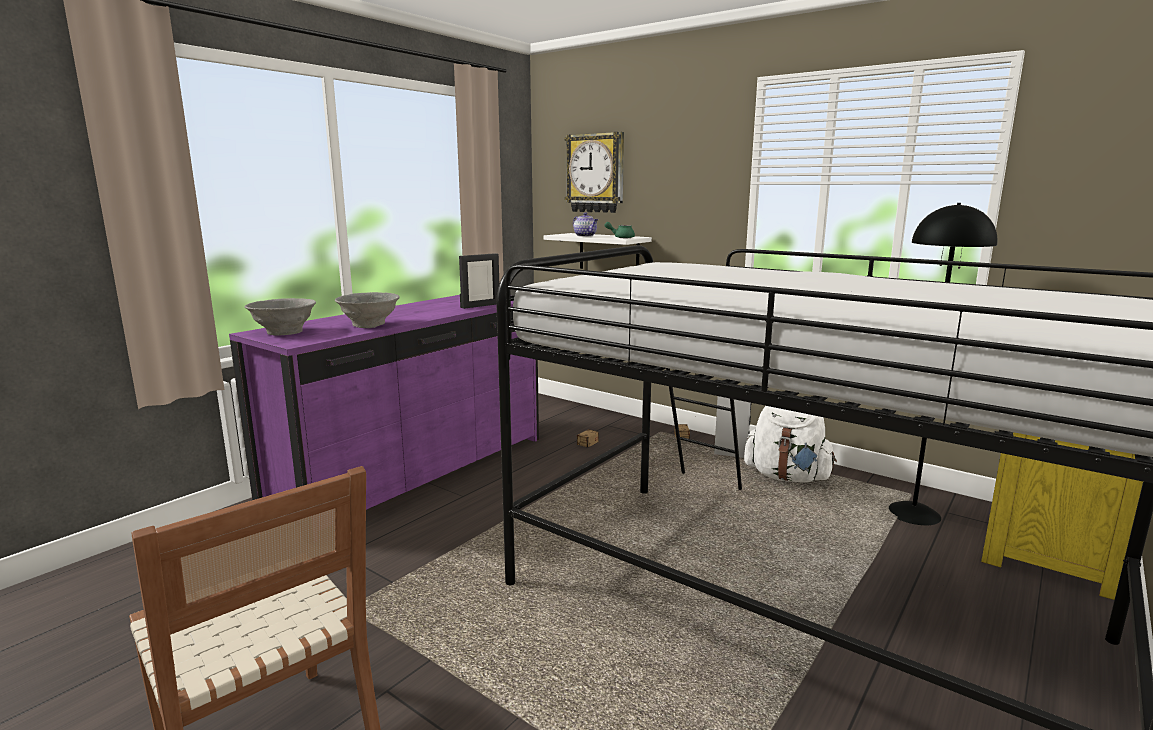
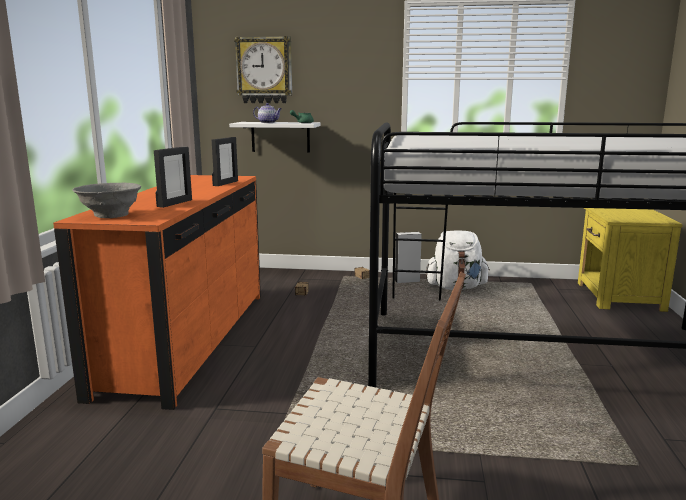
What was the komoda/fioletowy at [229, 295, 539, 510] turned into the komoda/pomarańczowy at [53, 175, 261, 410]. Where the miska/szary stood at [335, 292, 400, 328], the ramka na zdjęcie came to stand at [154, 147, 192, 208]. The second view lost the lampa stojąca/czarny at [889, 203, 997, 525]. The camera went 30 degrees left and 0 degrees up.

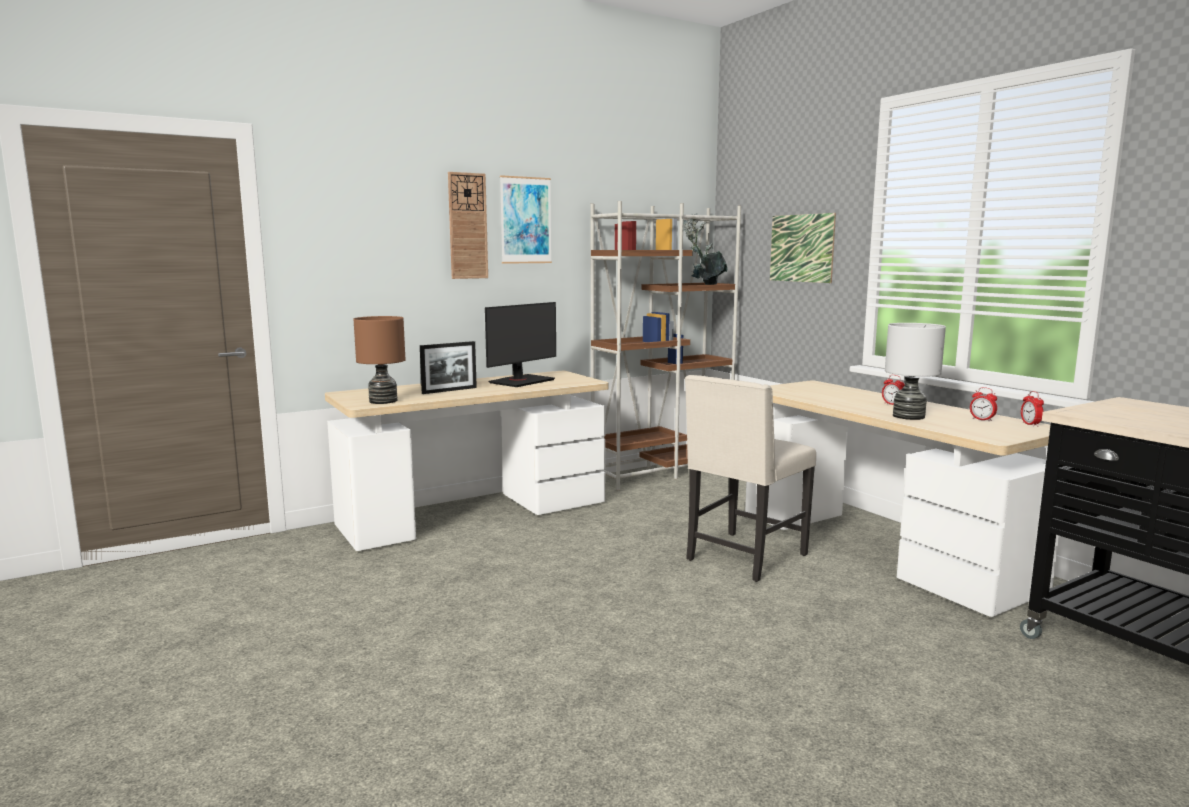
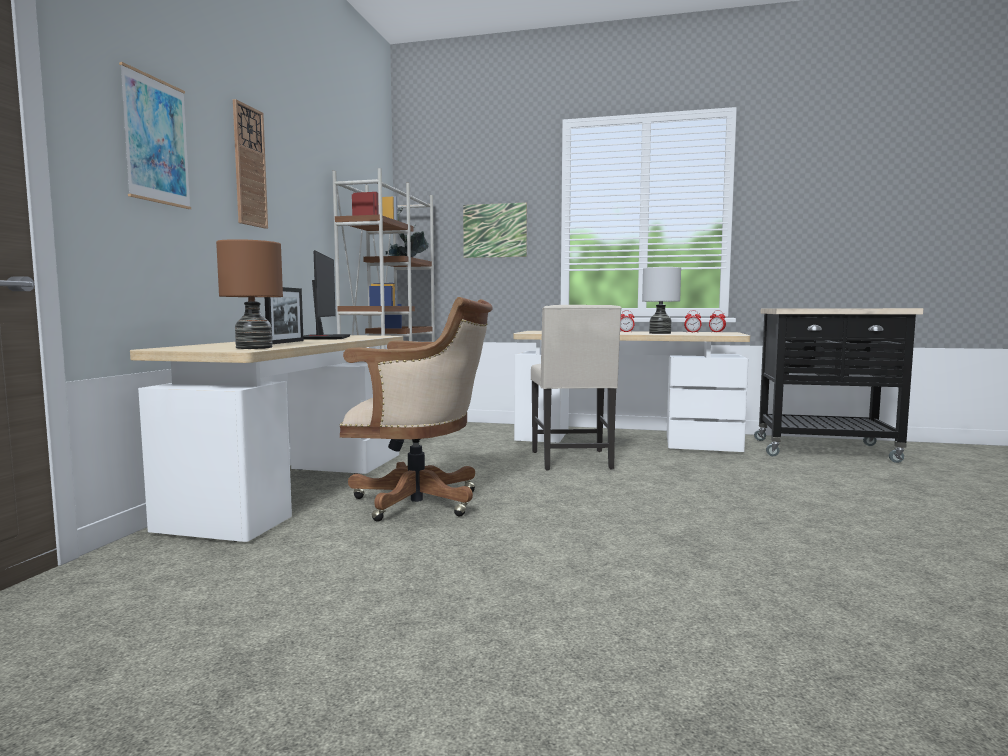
The obraz ended up elsewhere, having gone from [500, 175, 552, 264] to [119, 62, 191, 209]. The second view gained the krzesło biurowe at [340, 297, 493, 522]. The camera went 45 degrees left and 5 degrees down.

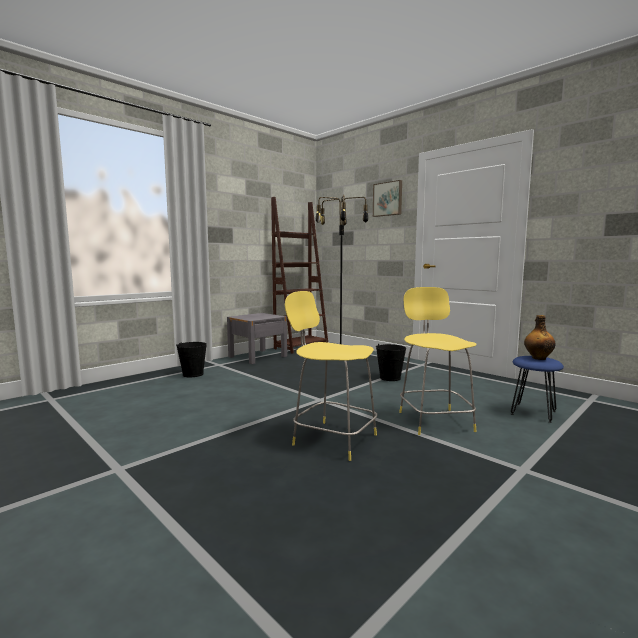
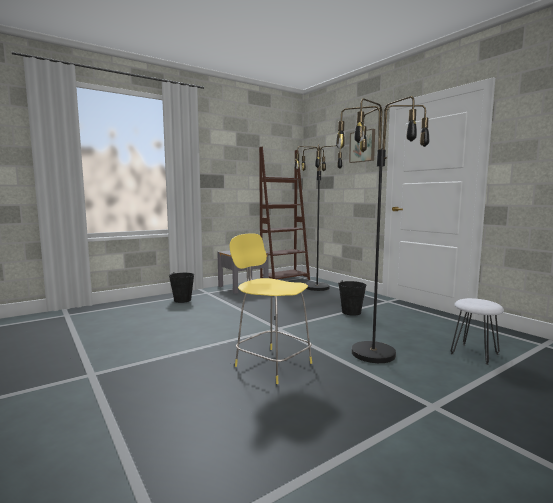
Where the stołek/żółty stood at [399, 287, 476, 435], the lampa stojąca came to stand at [336, 96, 429, 363]. What was the stołek/niebieski at [511, 356, 564, 423] turned into the stołek/biały at [450, 298, 504, 365]. The second view lost the butelka at [524, 315, 555, 360]. The camera went 10 degrees right and 0 degrees up.

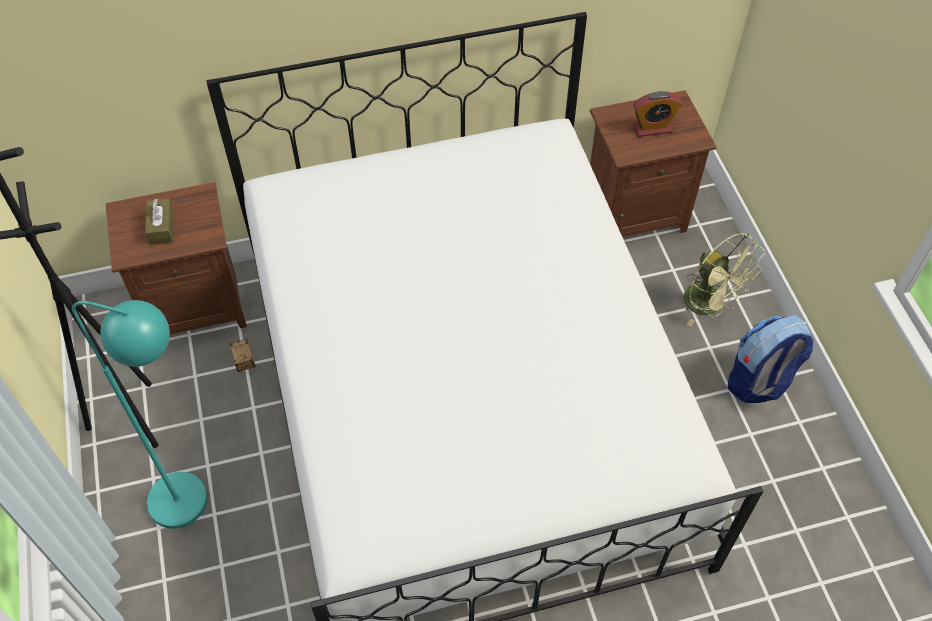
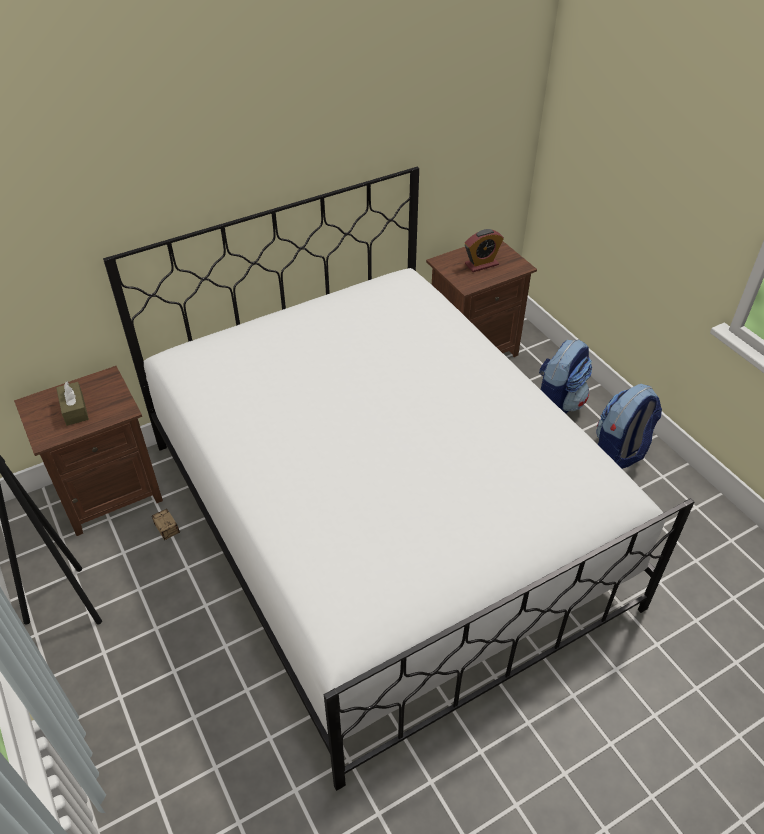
Where the wentylator/zielony stood at [683, 233, 766, 327], the plecak came to stand at [539, 339, 592, 414]. The second view lost the lampa stojąca/turkusowy at [72, 300, 208, 529]. The camera went 15 degrees left and 10 degrees down.

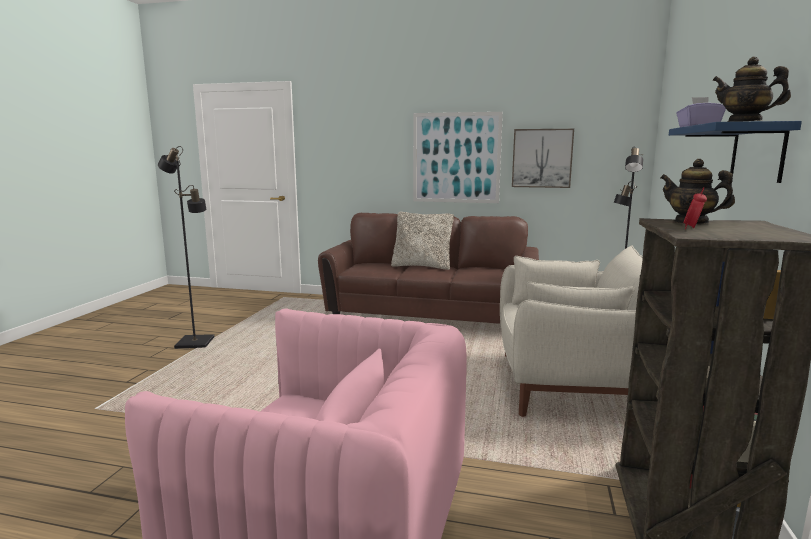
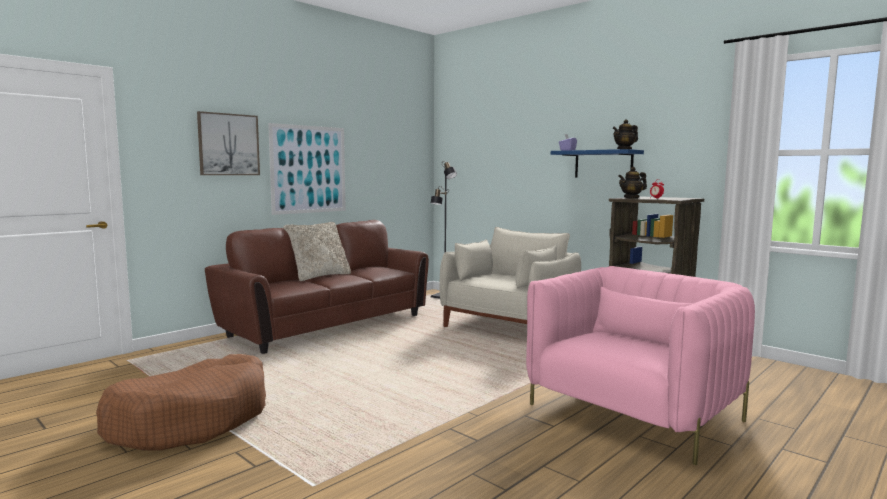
Where the lampa stojąca/czarny stood at [158, 146, 214, 349], the legowisko/brązowy came to stand at [96, 354, 266, 451]. The obraz ended up elsewhere, having gone from [512, 129, 574, 188] to [197, 111, 260, 175]. The camera went 60 degrees left and 5 degrees down.

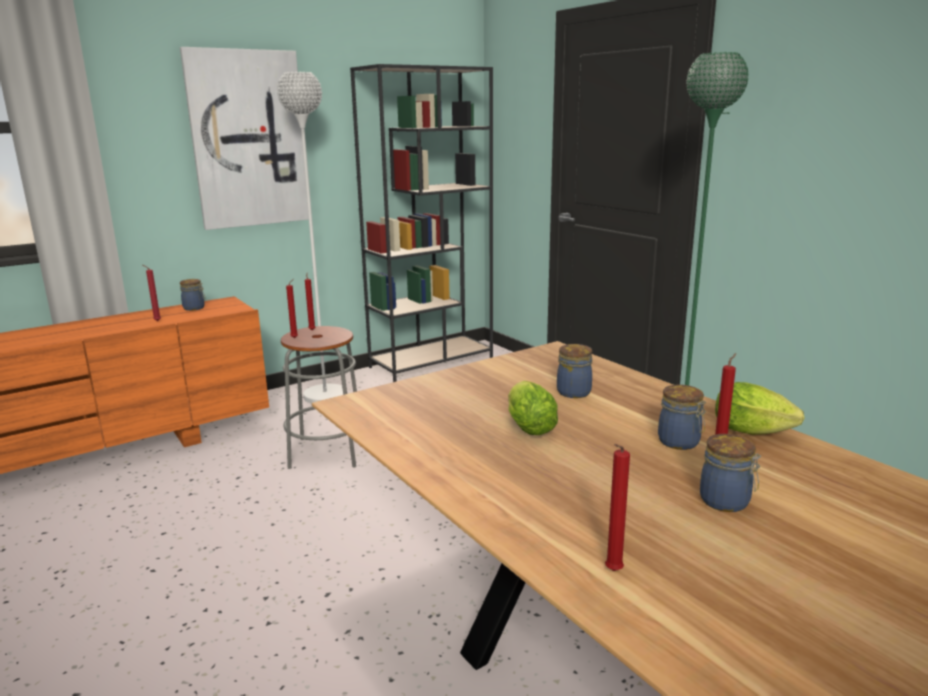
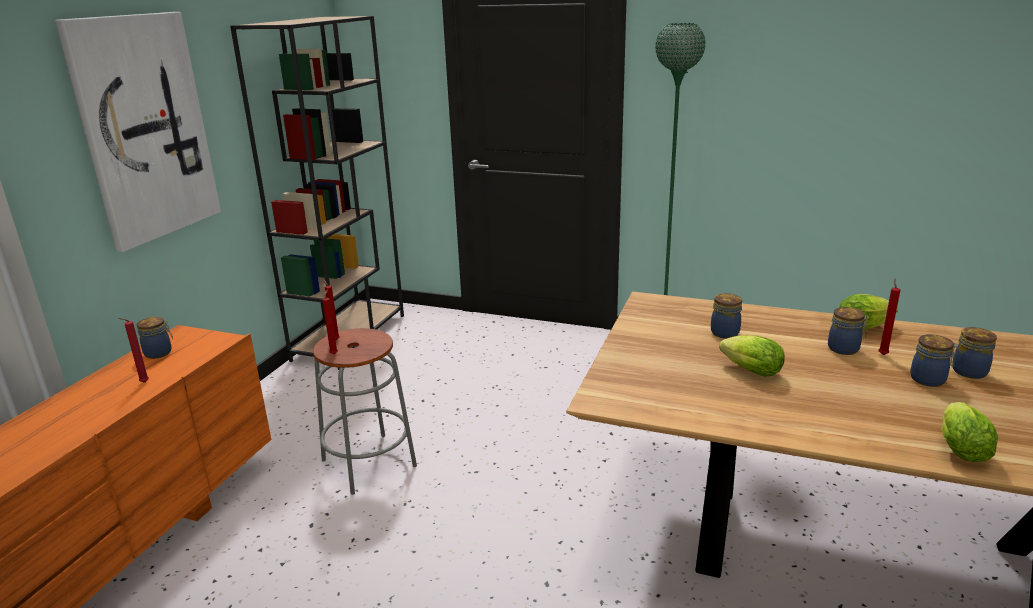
Where the świeca/czerwony stood at [605, 444, 630, 571], the sałata came to stand at [942, 402, 998, 462]. The second view gained the słoik at [952, 327, 997, 379]. The second view lost the lampa stojąca/biały at [277, 72, 343, 404]. The camera went 35 degrees left and 5 degrees up.

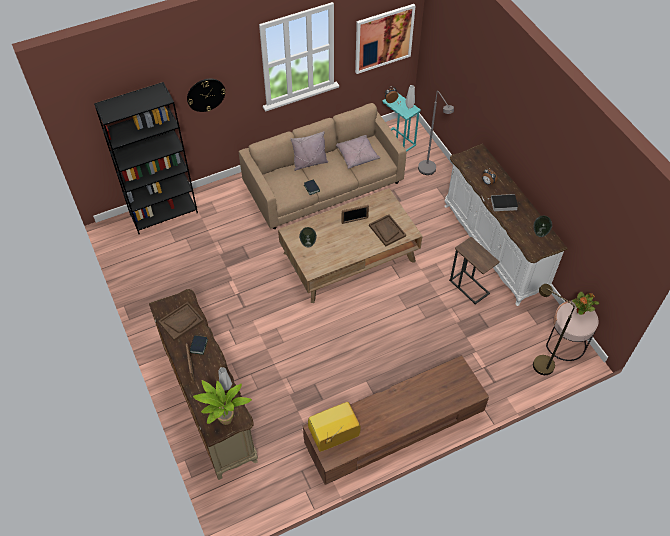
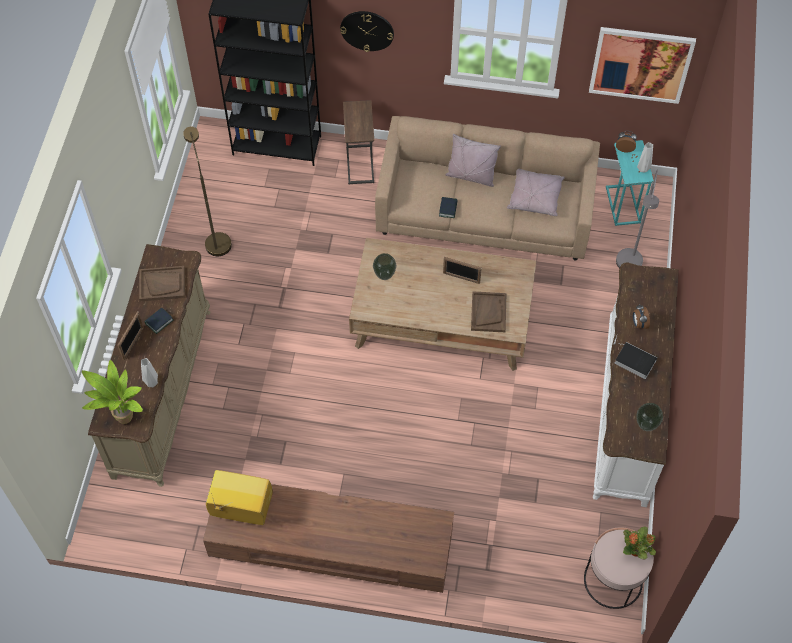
The lampa stojąca/brązowy ended up elsewhere, having gone from [533, 284, 575, 375] to [183, 127, 232, 256]. The stolik/brązowy ended up elsewhere, having gone from [449, 237, 499, 305] to [343, 100, 374, 184]. The camera went 35 degrees right and 5 degrees up.

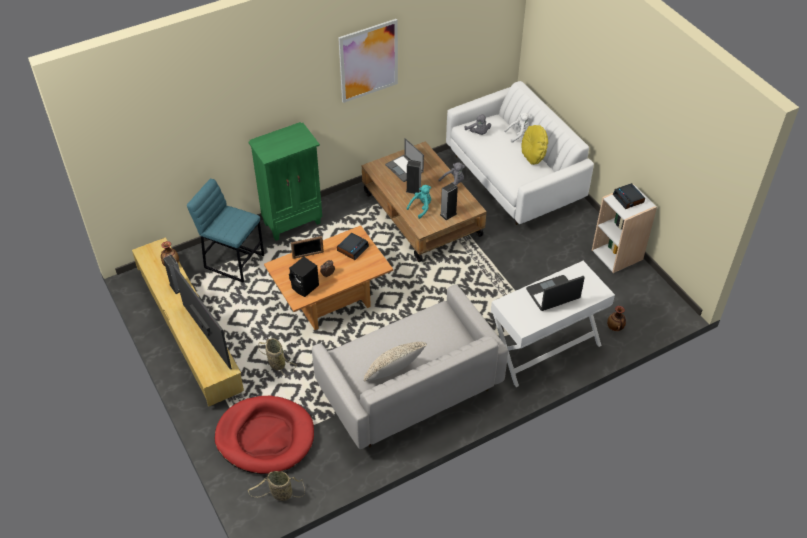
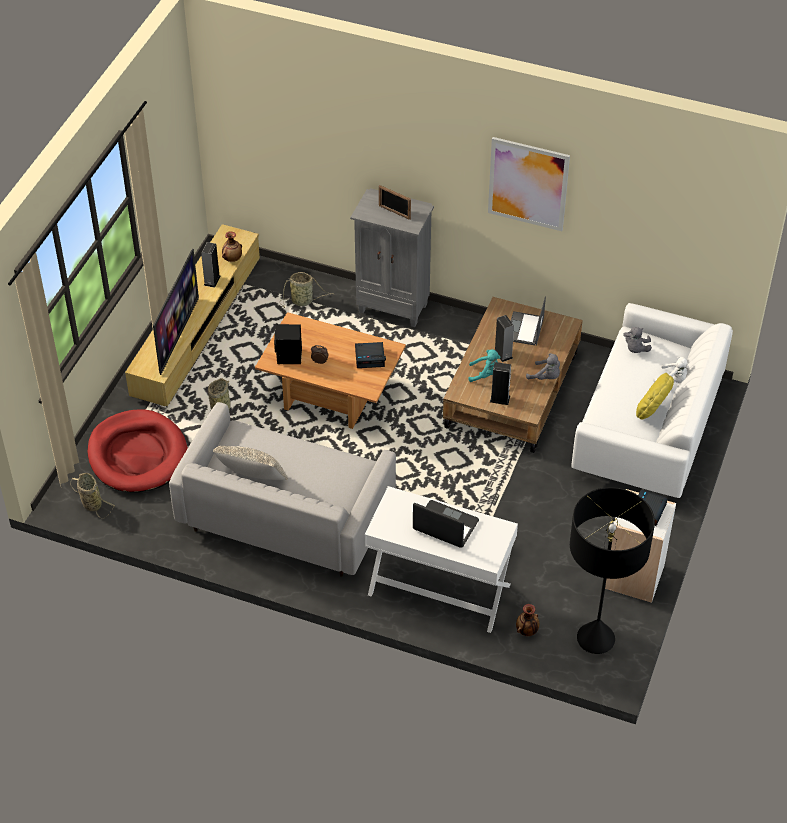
Where the stołek/niebieski stood at [187, 179, 264, 282], the koszyk came to stand at [280, 272, 332, 308]. What was the szafka/zielony at [248, 122, 322, 241] turned into the szafka/szary at [350, 188, 434, 327]. The ramka na zdjęcie ended up elsewhere, having gone from [291, 236, 324, 259] to [379, 185, 411, 220]. The second view gained the lampa stojąca/czarny at [570, 487, 655, 654]. The camera went 50 degrees right and 0 degrees up.

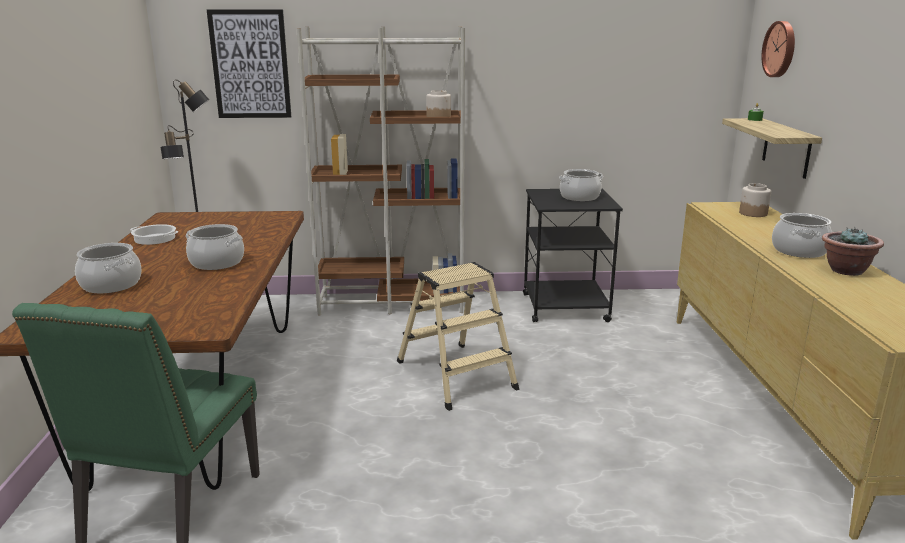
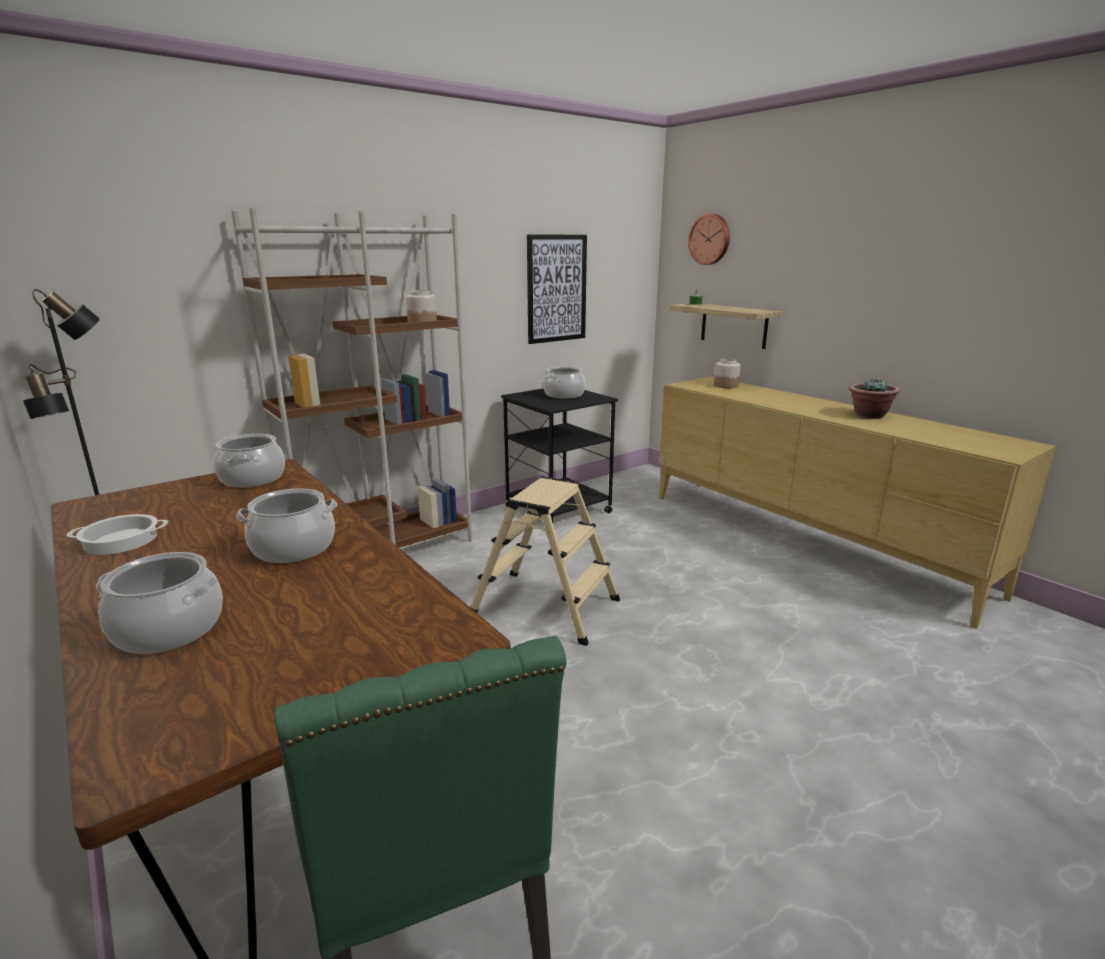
The garnek ended up elsewhere, having gone from [772, 213, 832, 258] to [213, 434, 285, 488]. The obraz ended up elsewhere, having gone from [207, 10, 291, 118] to [527, 234, 587, 344]. The camera went 35 degrees left and 0 degrees up.

